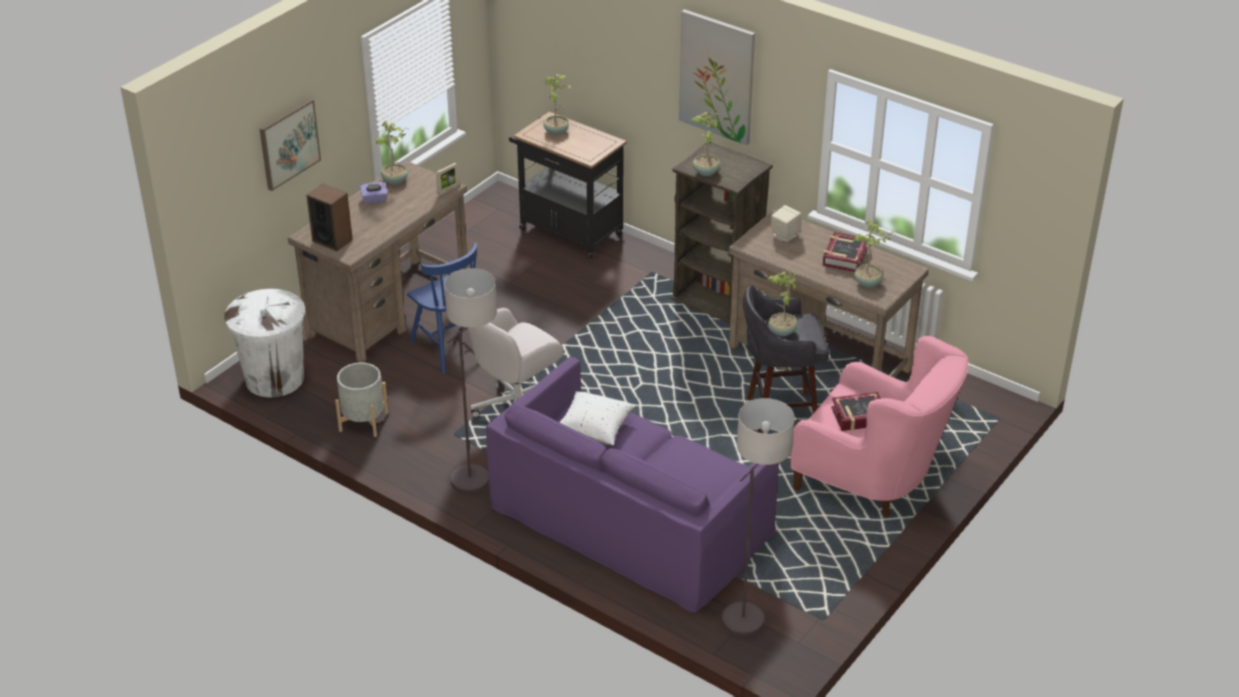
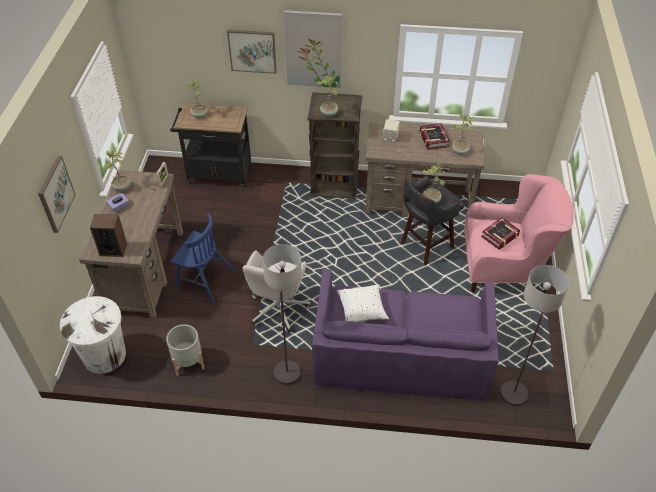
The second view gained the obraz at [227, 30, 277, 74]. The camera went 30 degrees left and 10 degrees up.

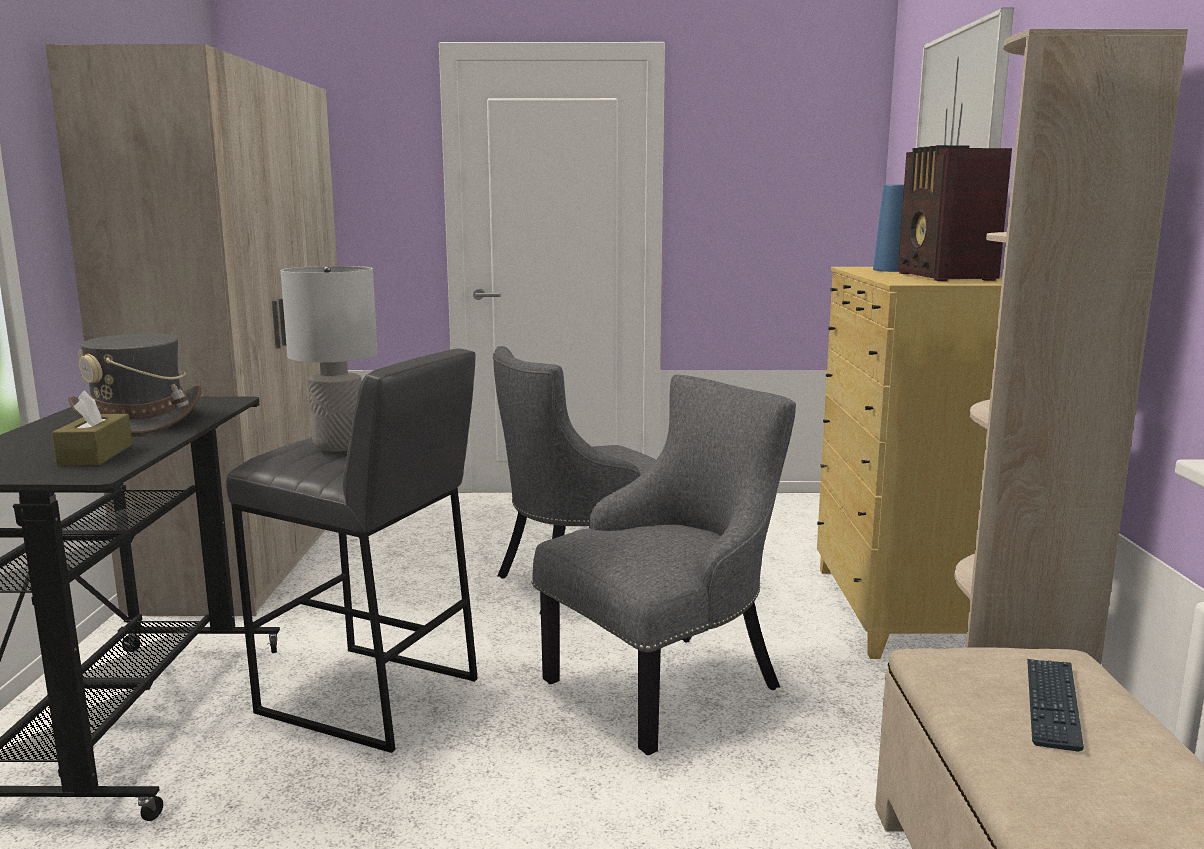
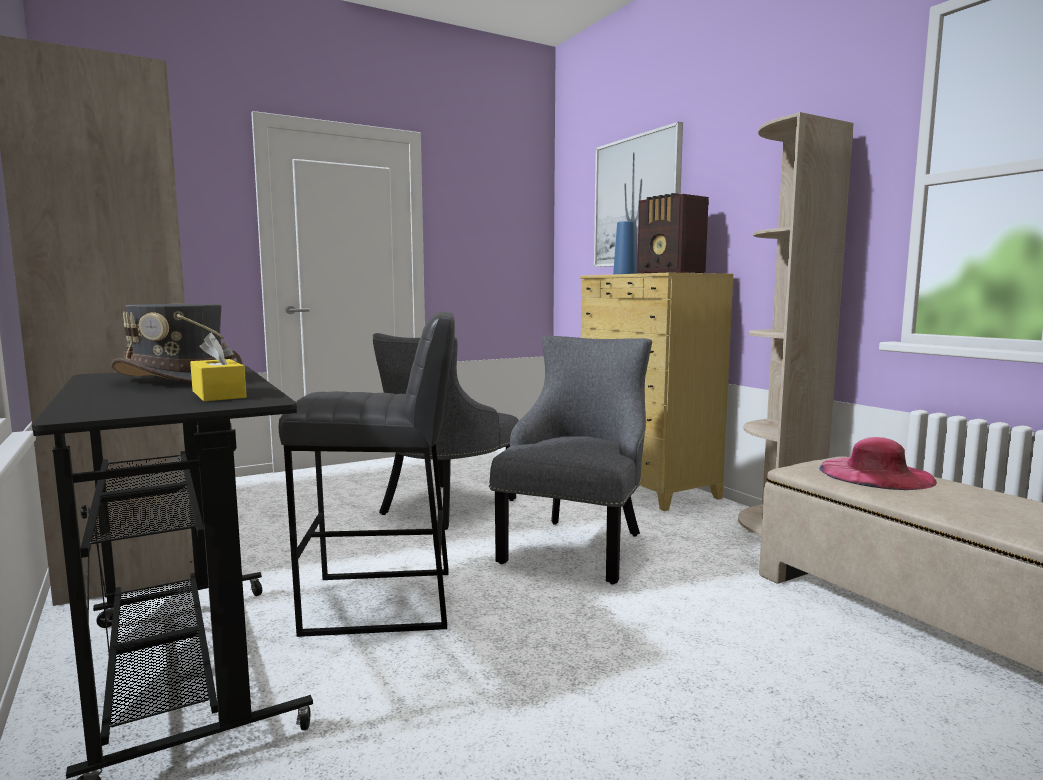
What was the pudełko chusteczek/brązowy at [52, 390, 132, 466] turned into the pudełko chusteczek/żółty at [190, 333, 247, 401]. Where the klawiatura stood at [1027, 659, 1084, 752], the kapelusz/różowy came to stand at [819, 437, 937, 490]. The second view lost the lampa stołowa/szary at [281, 266, 378, 452]. The camera went 30 degrees left and 5 degrees down.

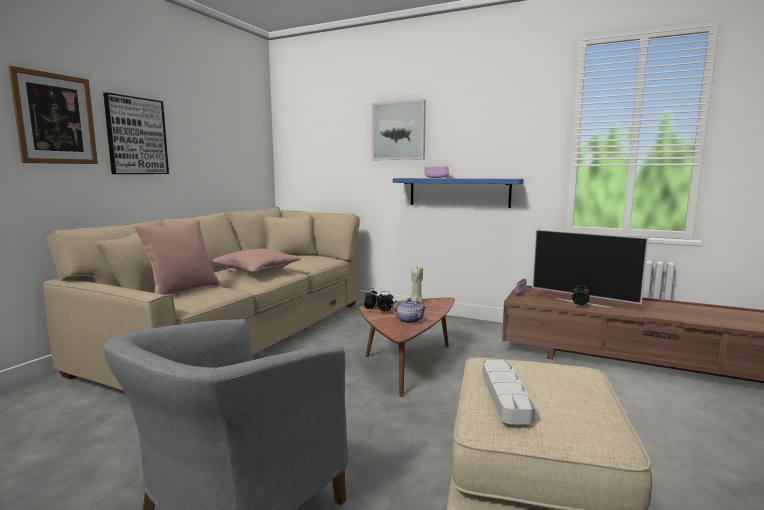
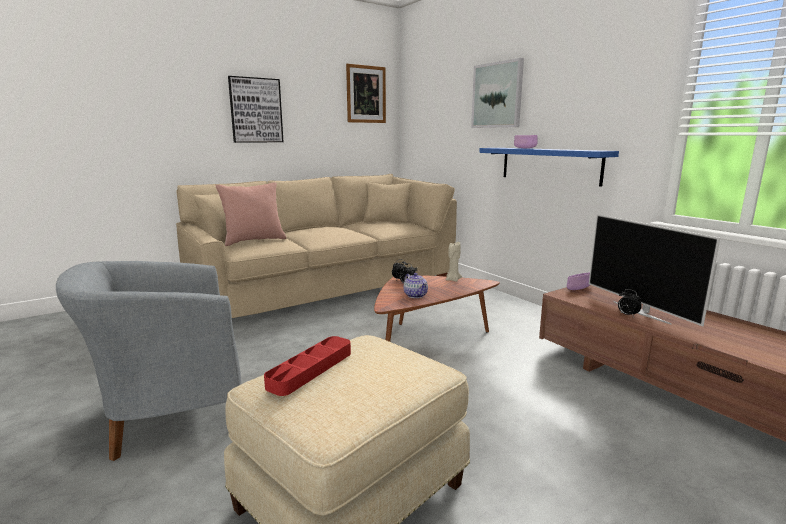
What was the taca/szary at [482, 360, 535, 425] turned into the taca/czerwony at [264, 336, 351, 396]. The obraz ended up elsewhere, having gone from [9, 66, 98, 164] to [346, 64, 386, 123]. The second view lost the poduszka/różowy at [212, 249, 300, 274]. The camera went 30 degrees right and 5 degrees up.

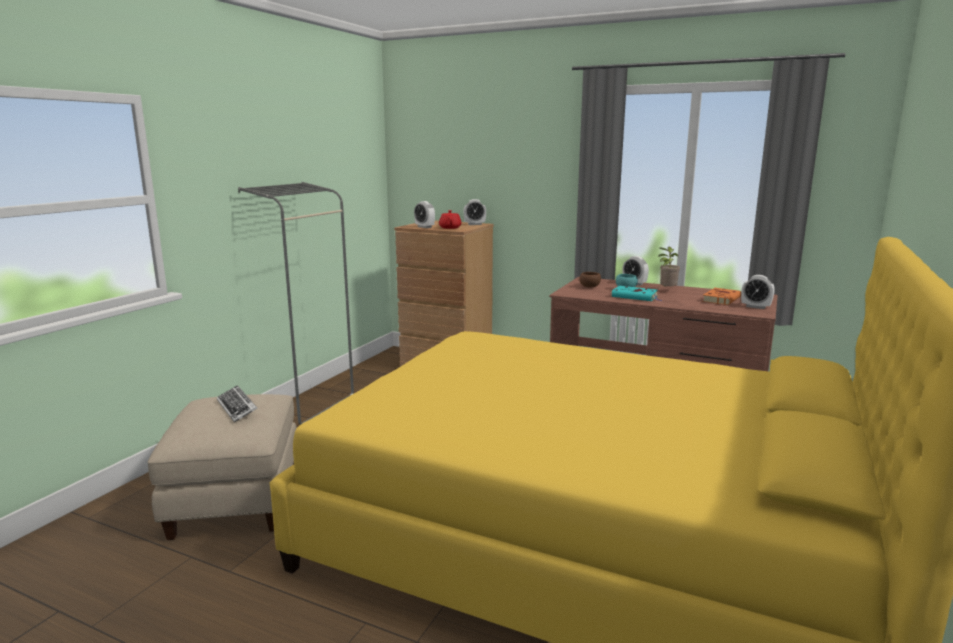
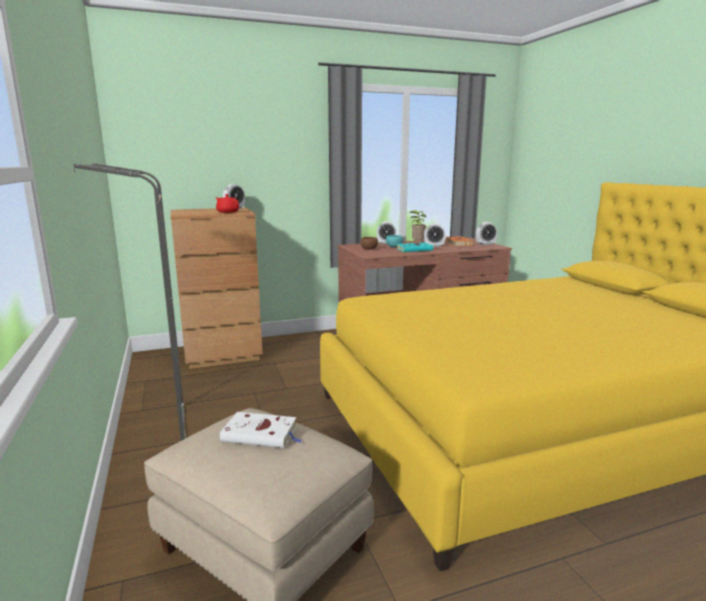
Where the klawiatura stood at [217, 385, 257, 423], the książka/biały came to stand at [220, 412, 302, 448]. The budzik ended up elsewhere, having gone from [414, 201, 435, 228] to [424, 223, 445, 247]. The camera went 45 degrees left and 0 degrees up.

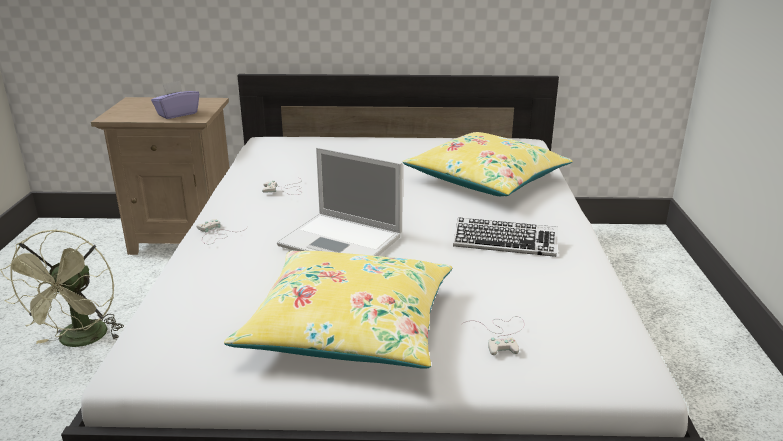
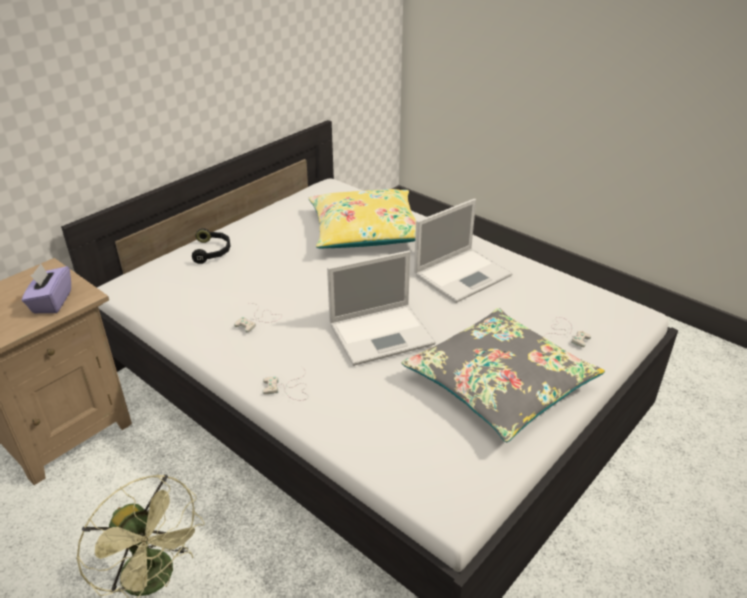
The second view gained the słuchawki/czarny at [192, 228, 231, 264]. What was the poduszka/żółty at [224, 251, 452, 369] turned into the poduszka/szary at [401, 308, 605, 442]. Where the klawiatura stood at [453, 218, 558, 257], the laptop came to stand at [414, 199, 513, 303]. The camera went 50 degrees left and 10 degrees up.

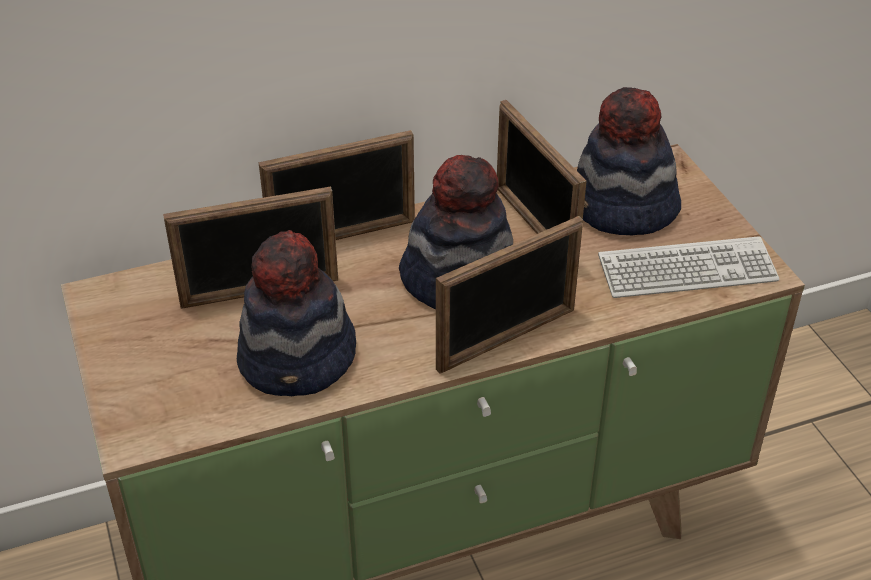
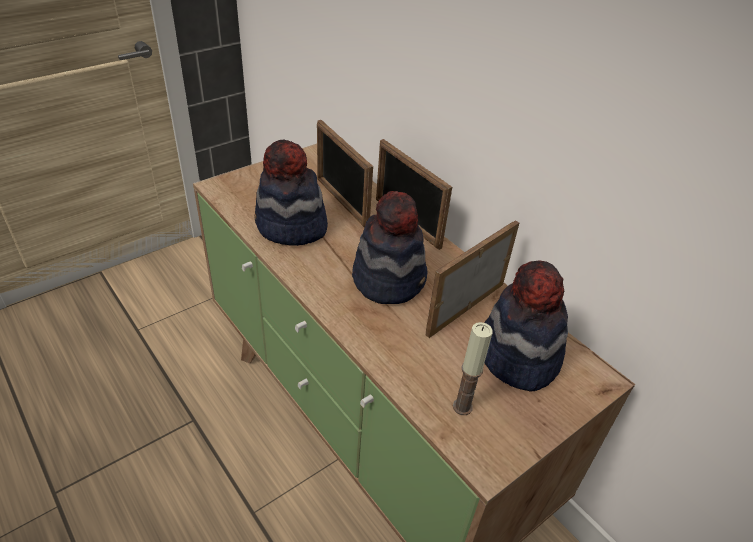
Where the klawiatura stood at [598, 236, 779, 298], the świeca came to stand at [453, 322, 493, 415]. The second view lost the ramka na zdjęcie at [436, 216, 583, 374]. The camera went 70 degrees right and 0 degrees up.

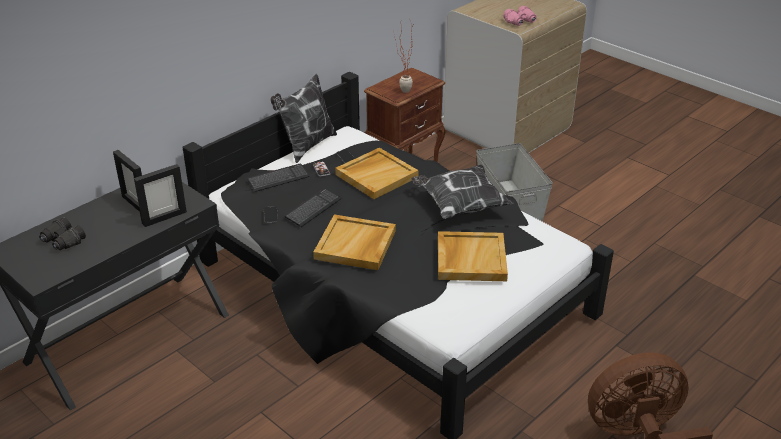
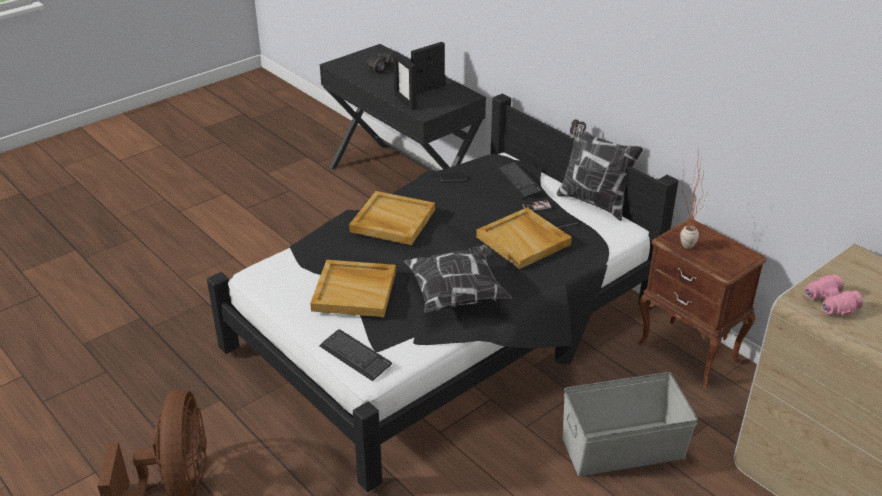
The klawiatura ended up elsewhere, having gone from [284, 188, 341, 227] to [319, 329, 392, 381]. The camera went 95 degrees right and 0 degrees up.

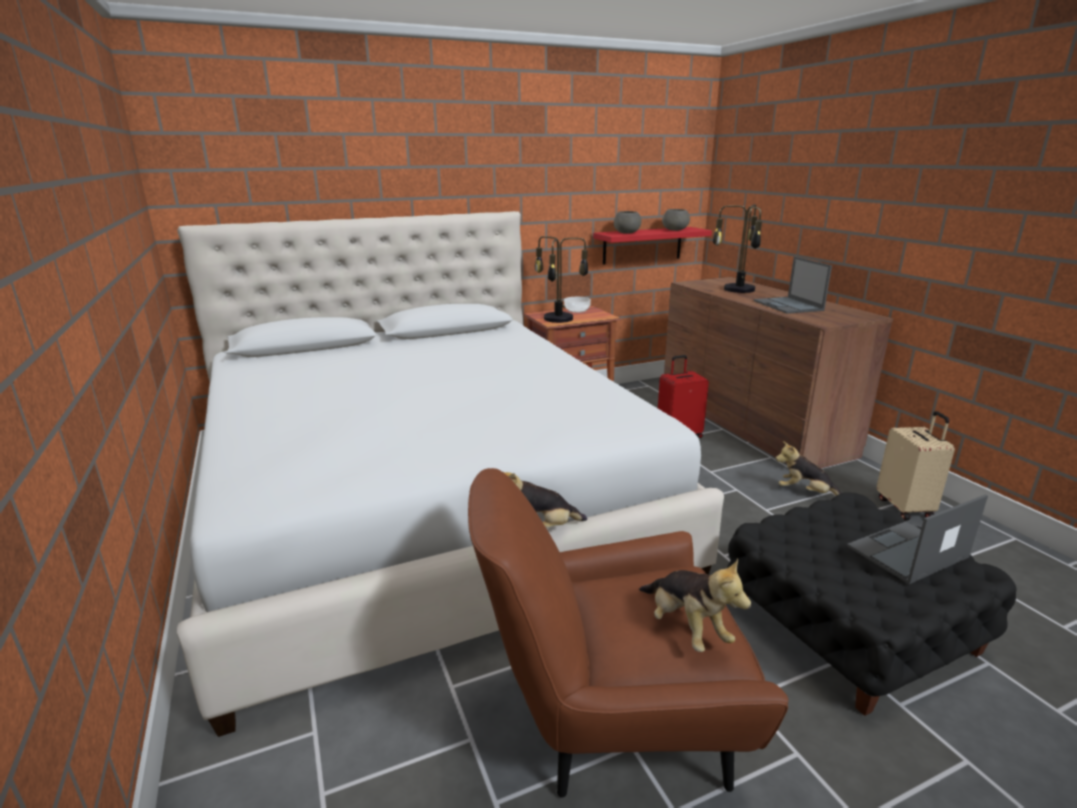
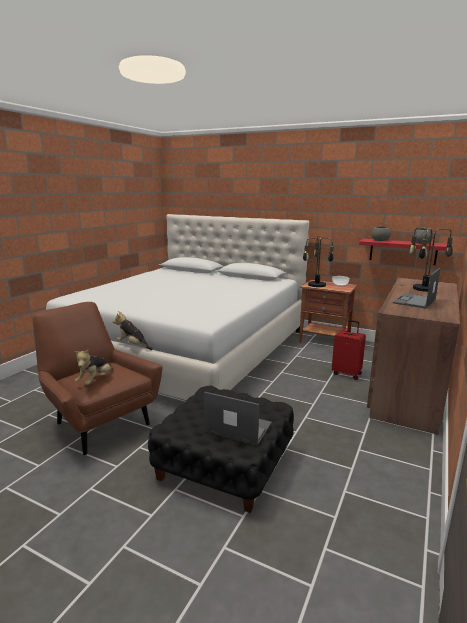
The second view lost the pluszak at [776, 441, 841, 496]. The second view lost the walizka/beżowy at [877, 411, 955, 521]. The camera went 50 degrees right and 5 degrees down.

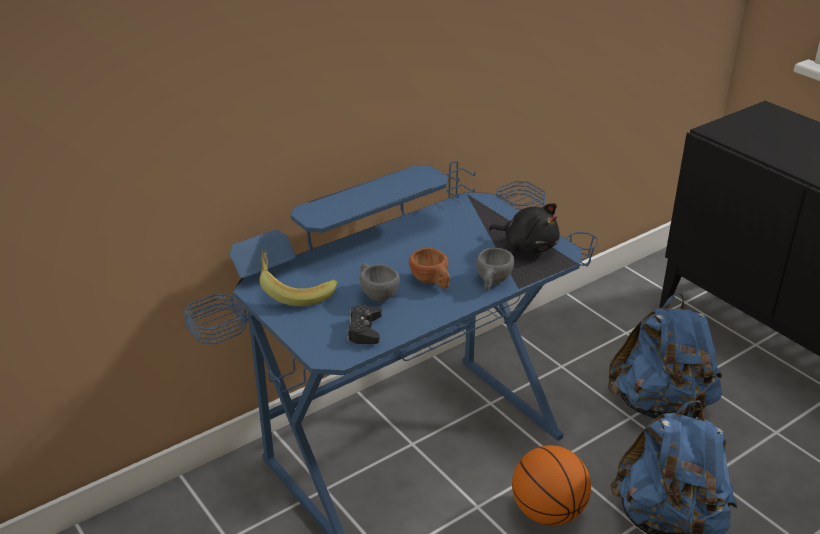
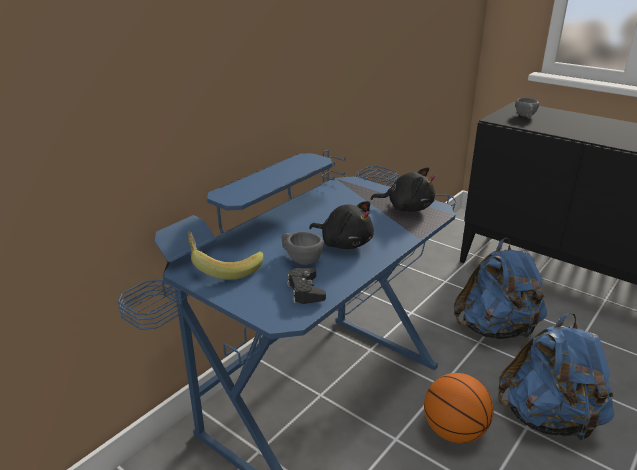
Where the filiżanka/brązowy stood at [409, 248, 450, 288], the pluszak/czarny came to stand at [309, 201, 374, 249]. The filiżanka/szary ended up elsewhere, having gone from [476, 248, 514, 290] to [515, 98, 539, 118]. The camera went 15 degrees left and 5 degrees down.

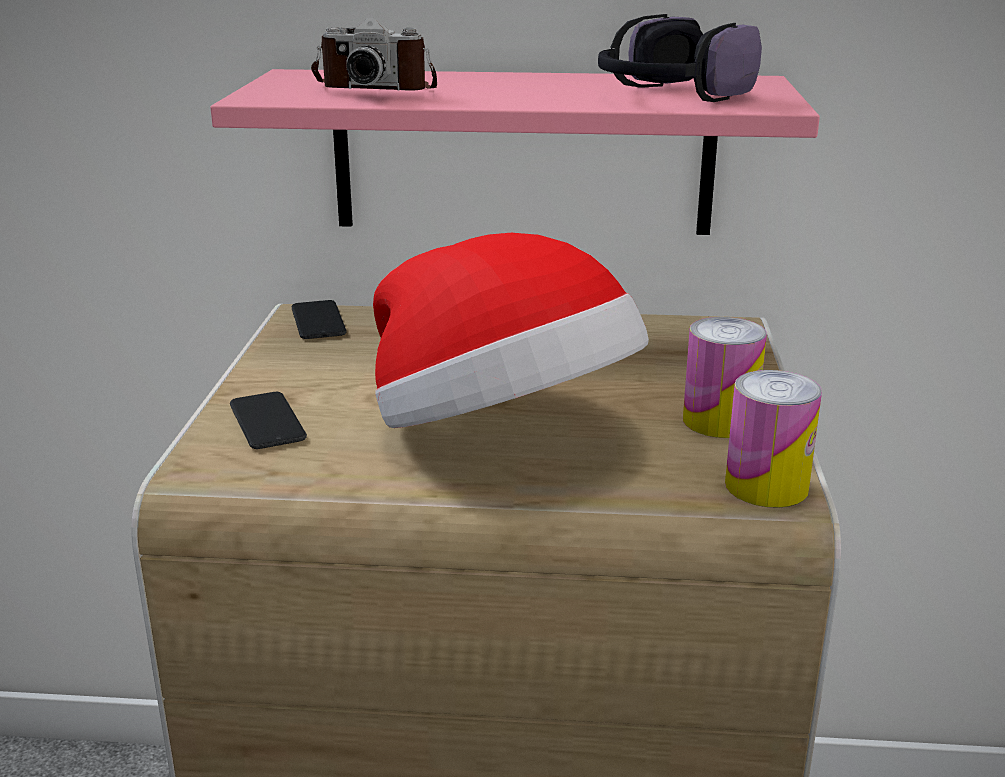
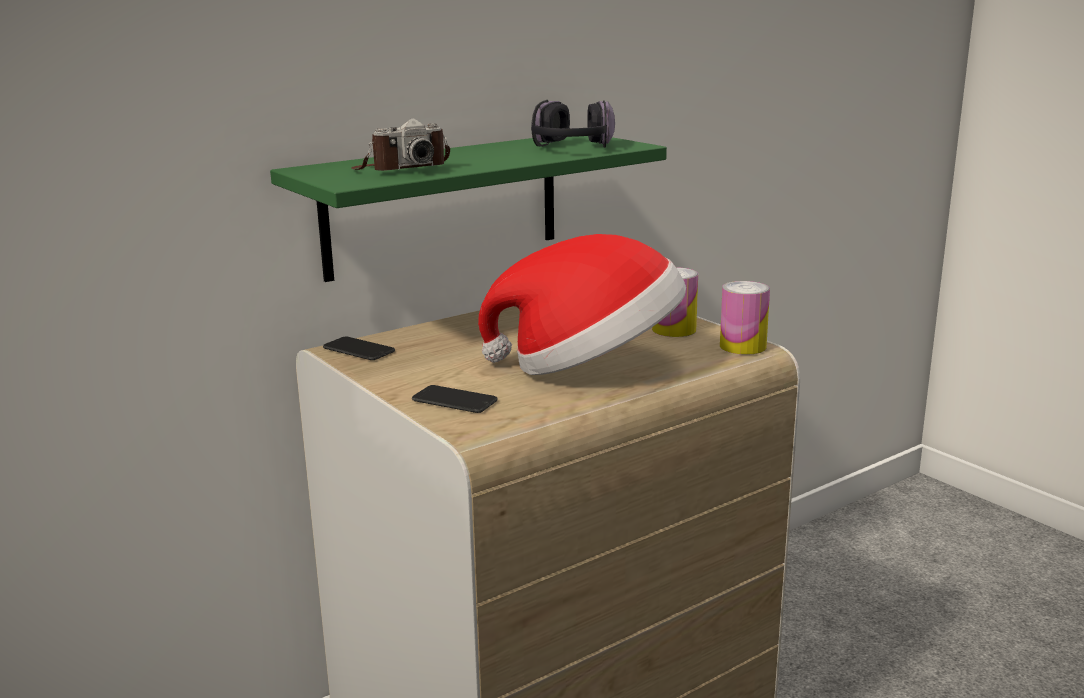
What was the półka/różowy at [210, 69, 820, 235] turned into the półka/zielony at [270, 136, 667, 282]. The camera went 40 degrees left and 5 degrees down.

